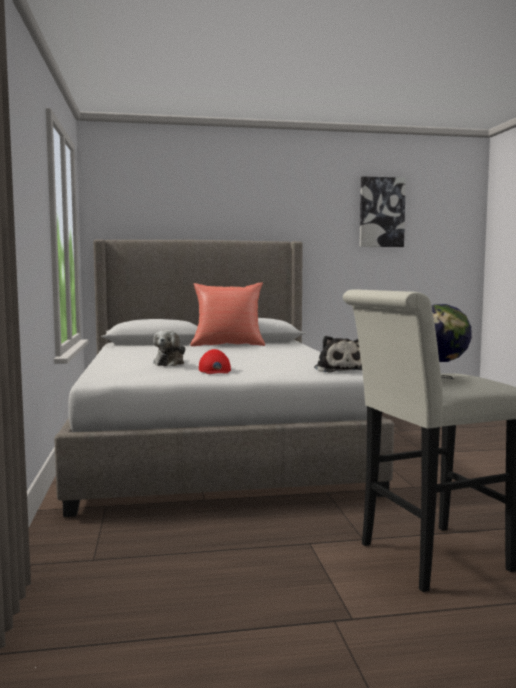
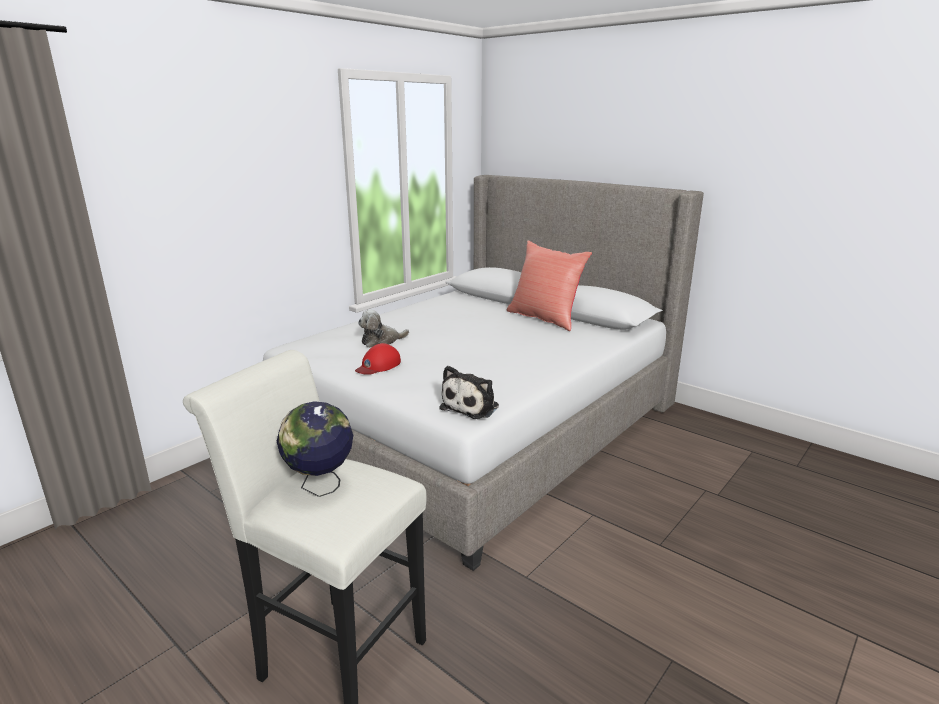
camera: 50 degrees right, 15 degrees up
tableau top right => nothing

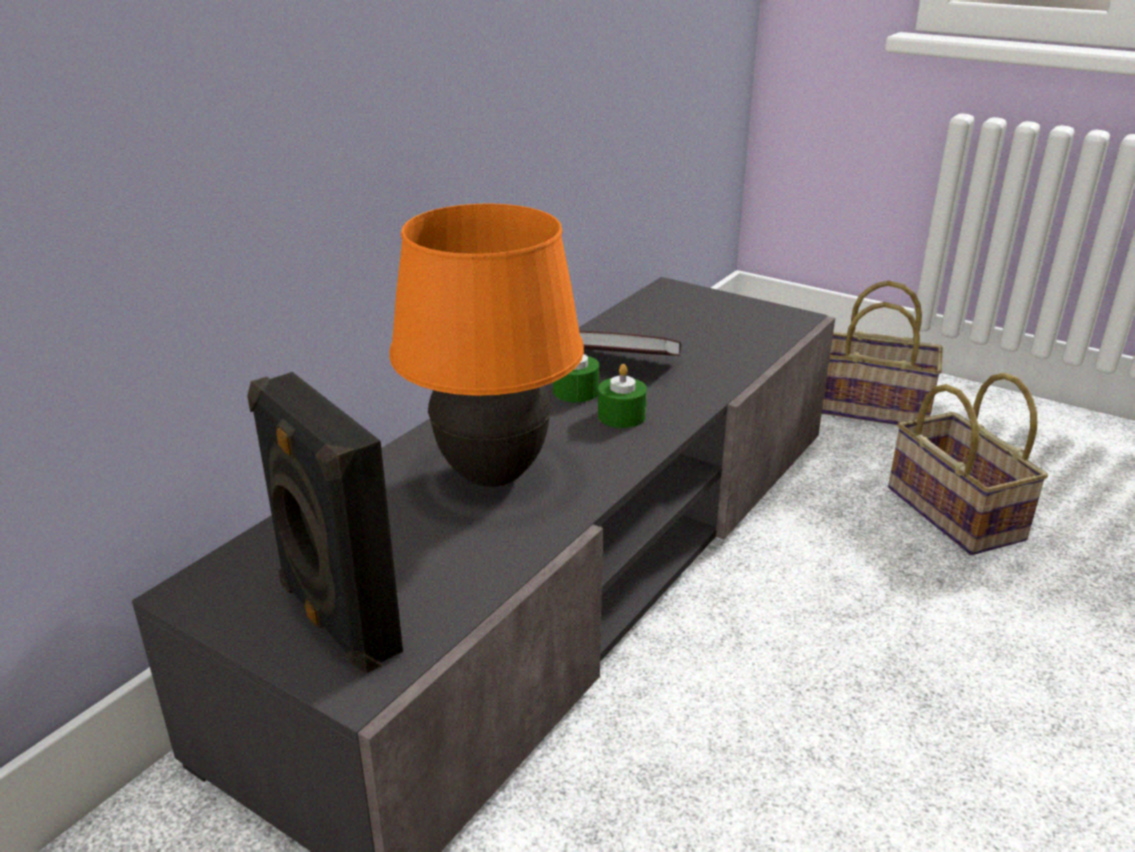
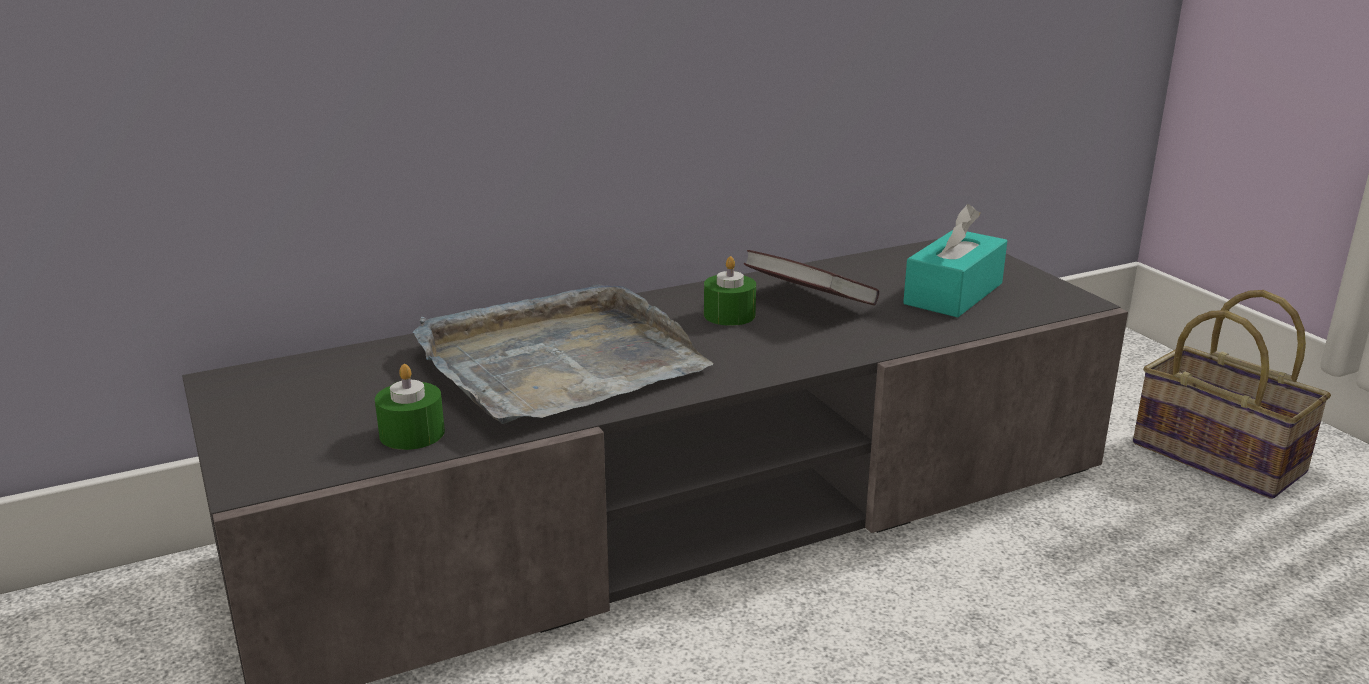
camera: 30 degrees right, 5 degrees down
bougie/vert (no. 2 from left in the first image) centre => bougie/vert (no. 1 from left) middle left, shifted
lampe de table/orange centre => plateau/gris centre
nothing => boîte à mouchoirs/turquoise middle right
enceinte/noir middle left => nothing
panier (no. 2 from left) middle right => nothing

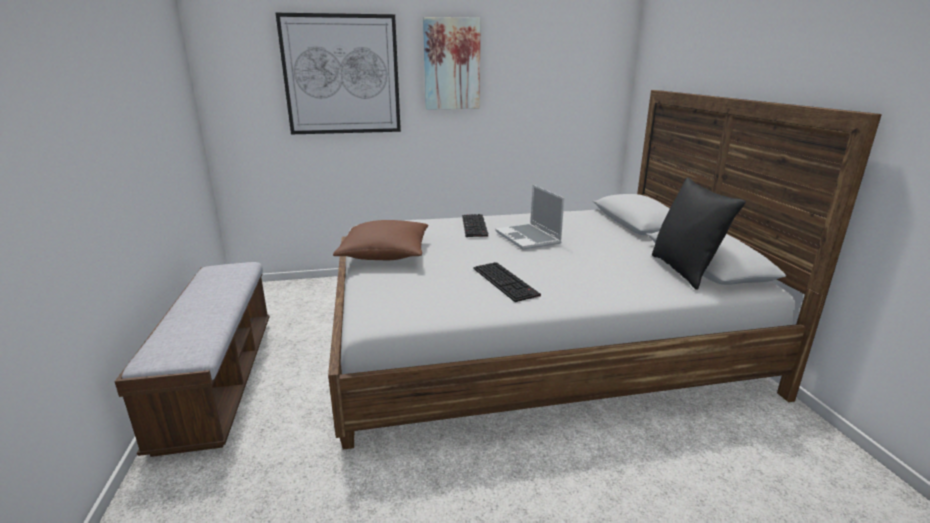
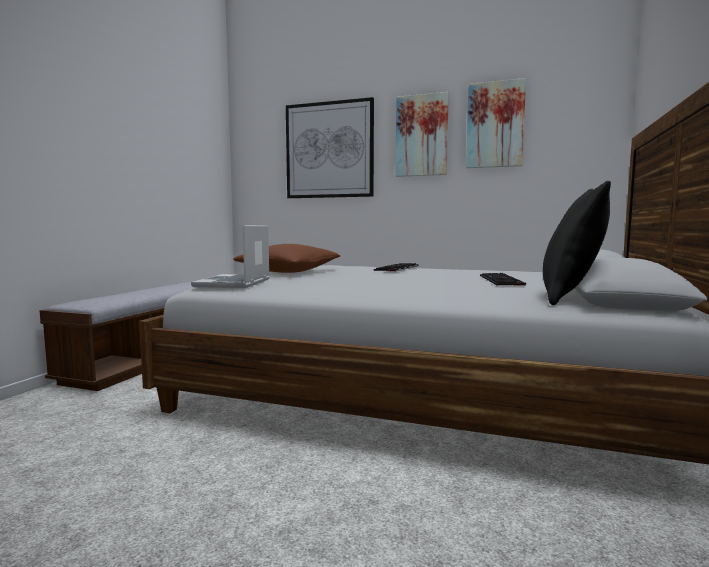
camera: 30 degrees right, 15 degrees down
ordinateur portable centre => ordinateur portable middle left, shifted
nothing => tableau (no. 3 from left) top right
clavier (no. 2 from left) centre => clavier (no. 2 from left) middle right, shifted

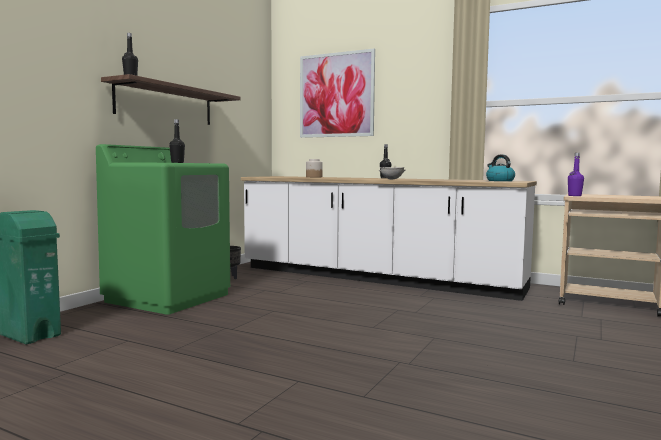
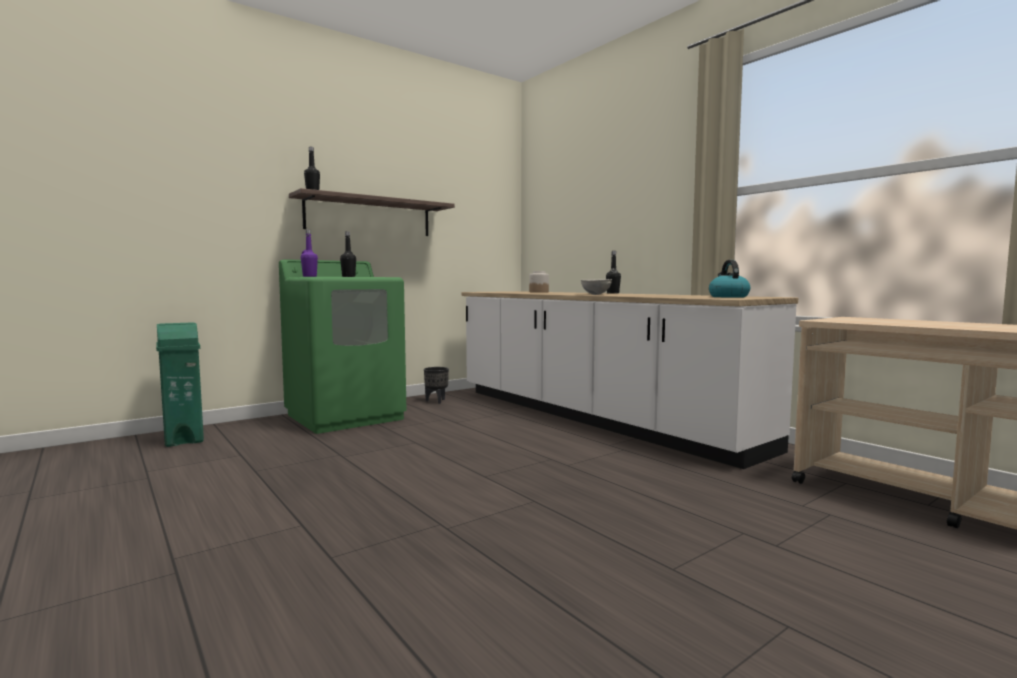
camera: 25 degrees right, 0 degrees up
bouteille/violet middle right => bouteille/violet middle left, shifted
tableau top centre => nothing

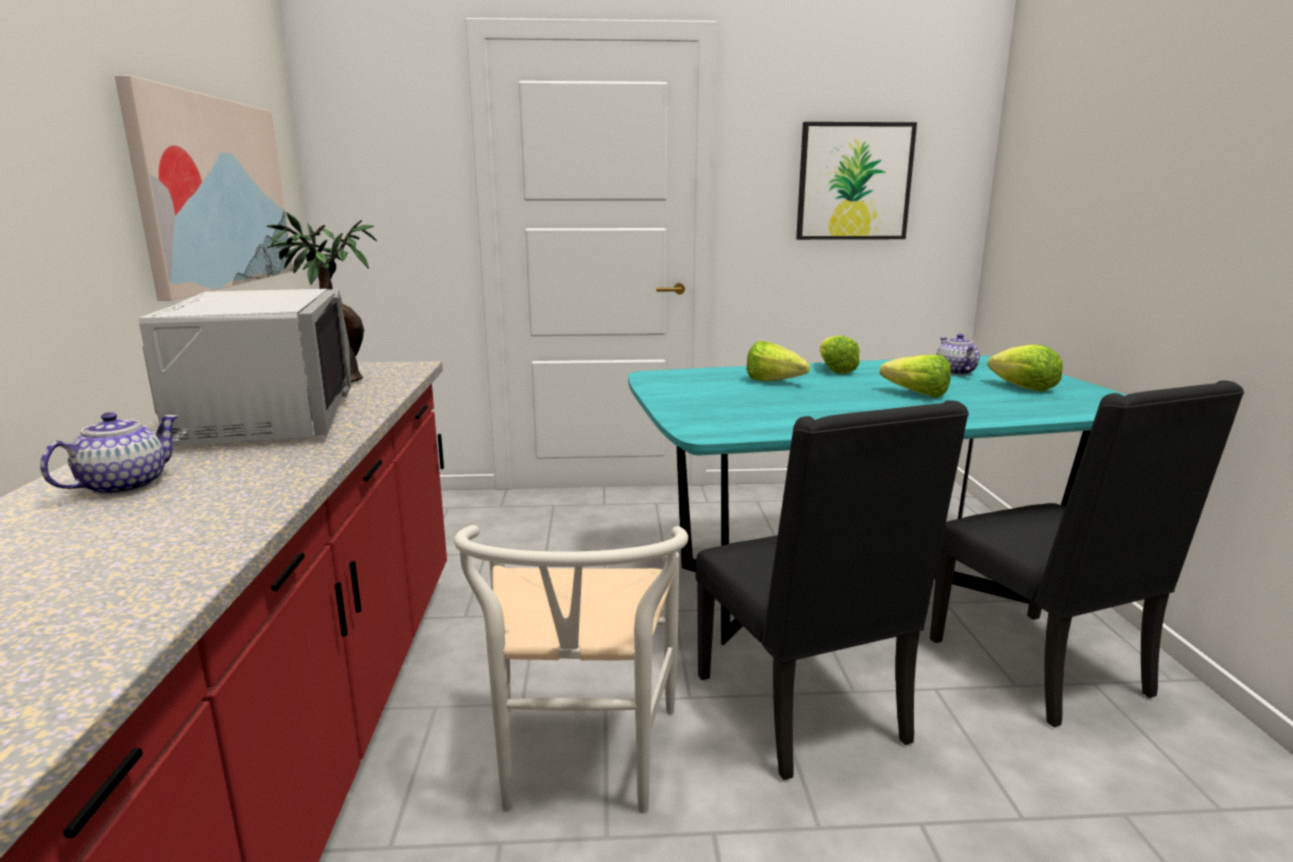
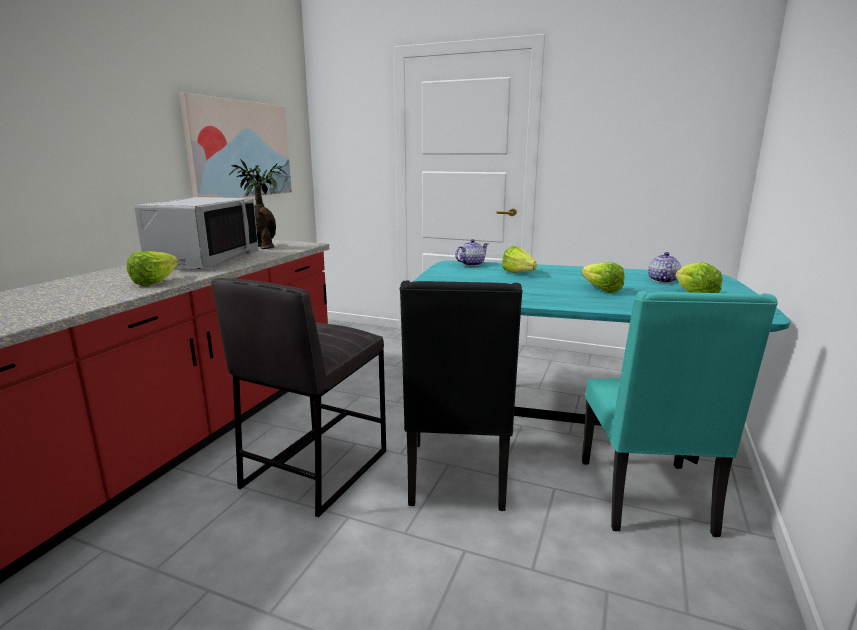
camera: 25 degrees right, 0 degrees up
laitue (no. 2 from left in the first image) centre => laitue (no. 1 from left) middle left, shifted
chaise/blanc bottom centre => tabouret/gris centre
théière (no. 1 from left) middle left => théière (no. 1 from left) centre, shifted
chaise/noir (no. 2 from left) middle right => chaise/turquoise middle right
tableau (no. 2 from left) top centre => nothing

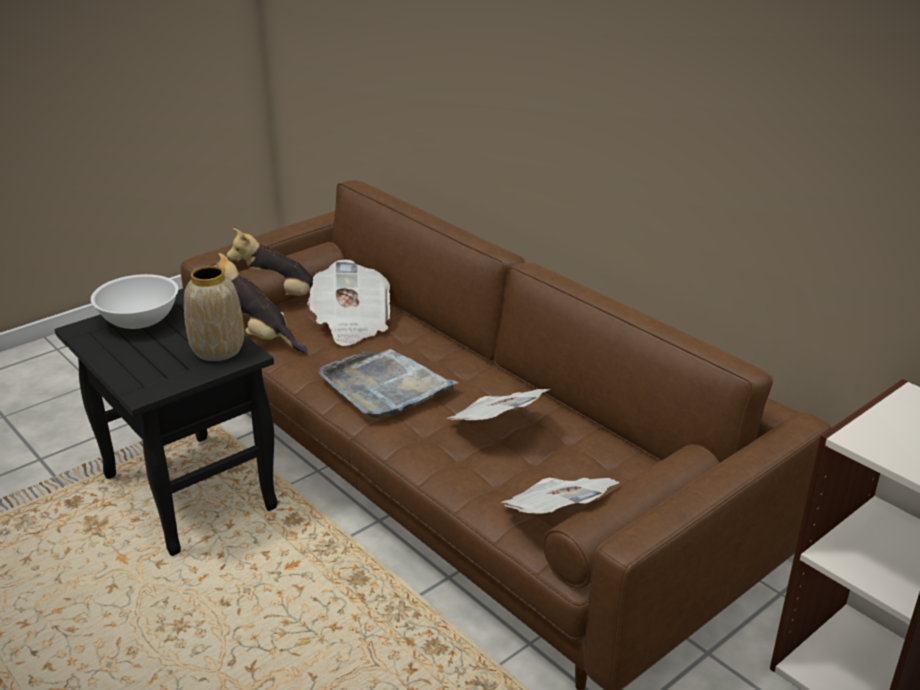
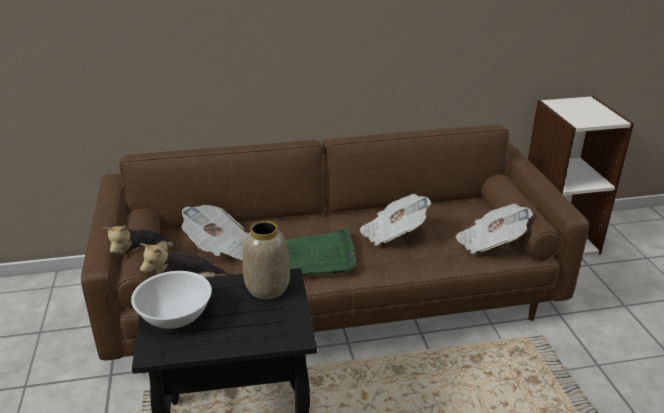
camera: 60 degrees left, 0 degrees up
plateau/gris centre => plateau/vert centre

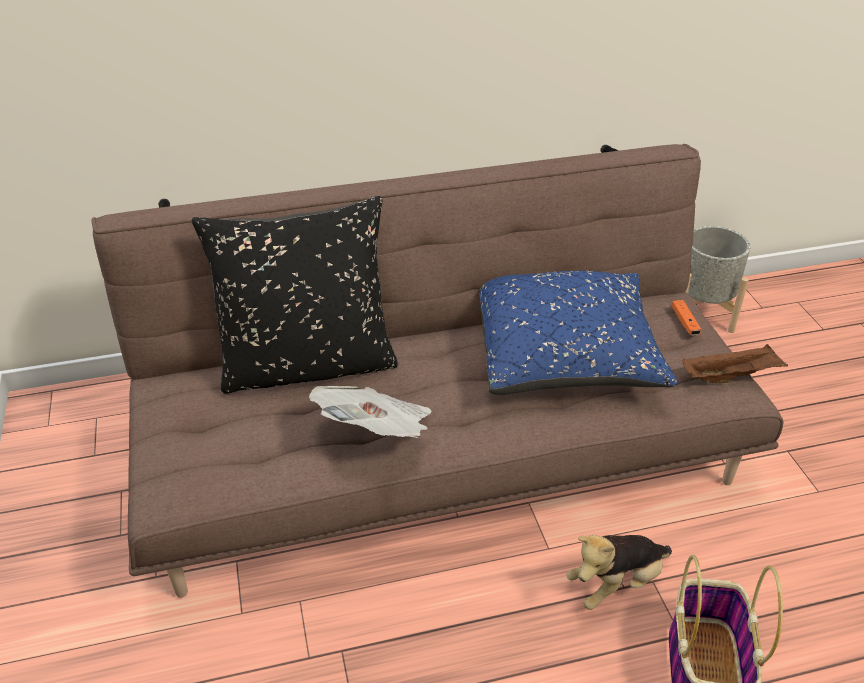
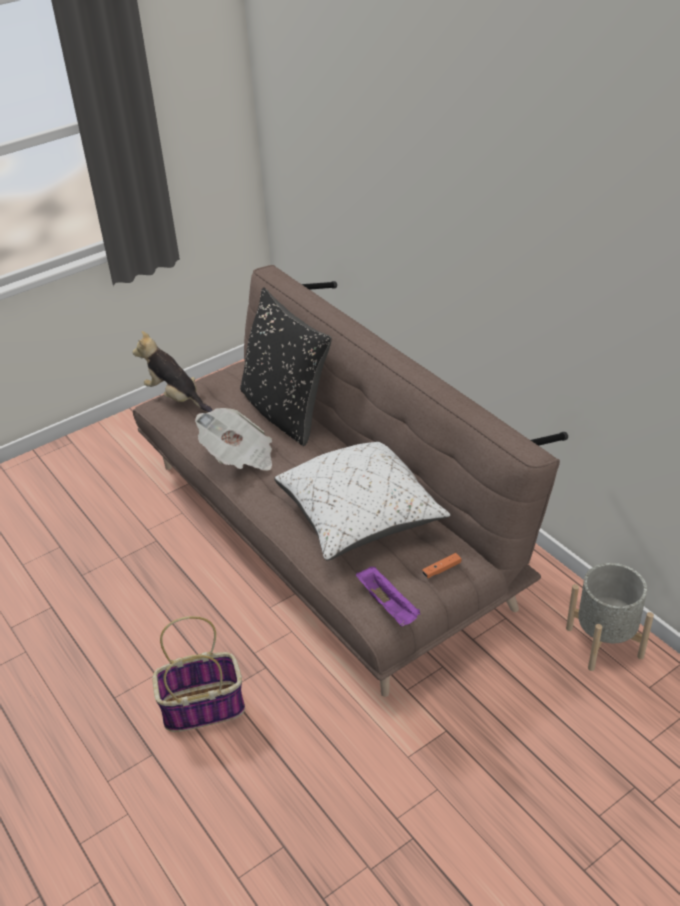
camera: 70 degrees right, 0 degrees up
peluche bottom right => peluche middle left, shifted
coussin/bleu middle right => coussin/blanc centre
plateau/marron middle right => plateau/violet centre

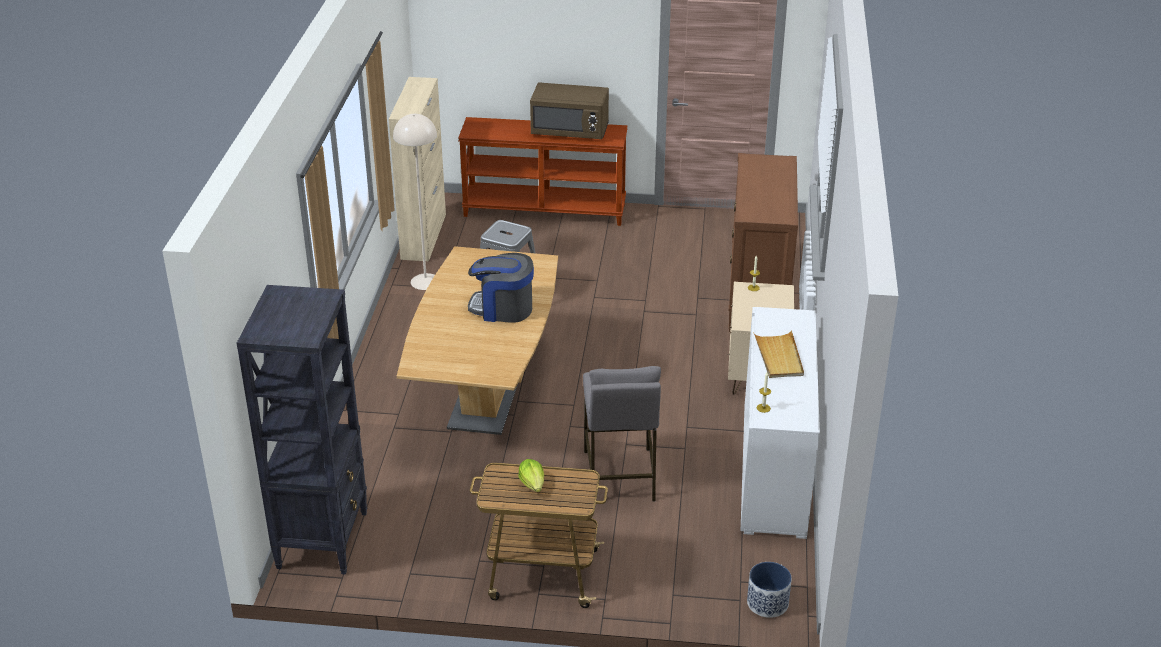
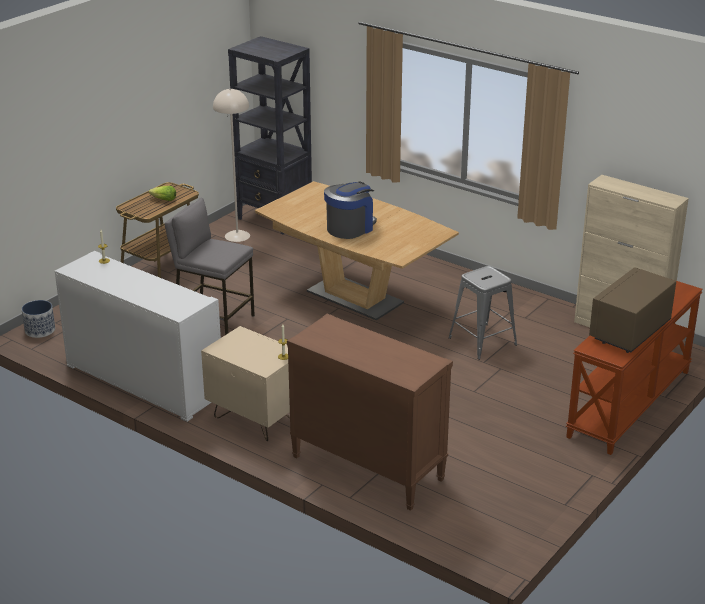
camera: 120 degrees right, 5 degrees down
lampadaire/beige top centre => lampadaire/beige top left, shifted
plateau/beige middle right => nothing

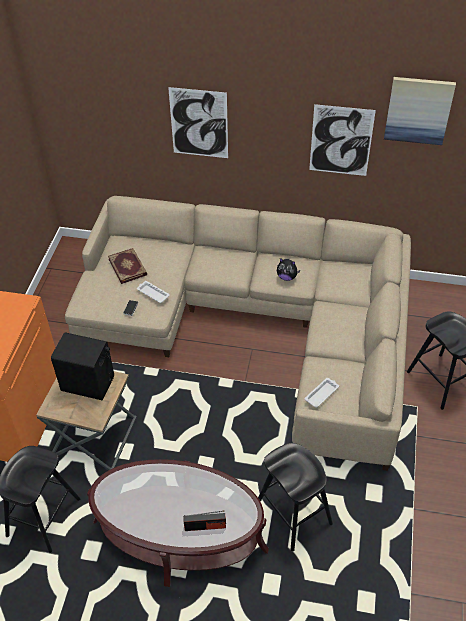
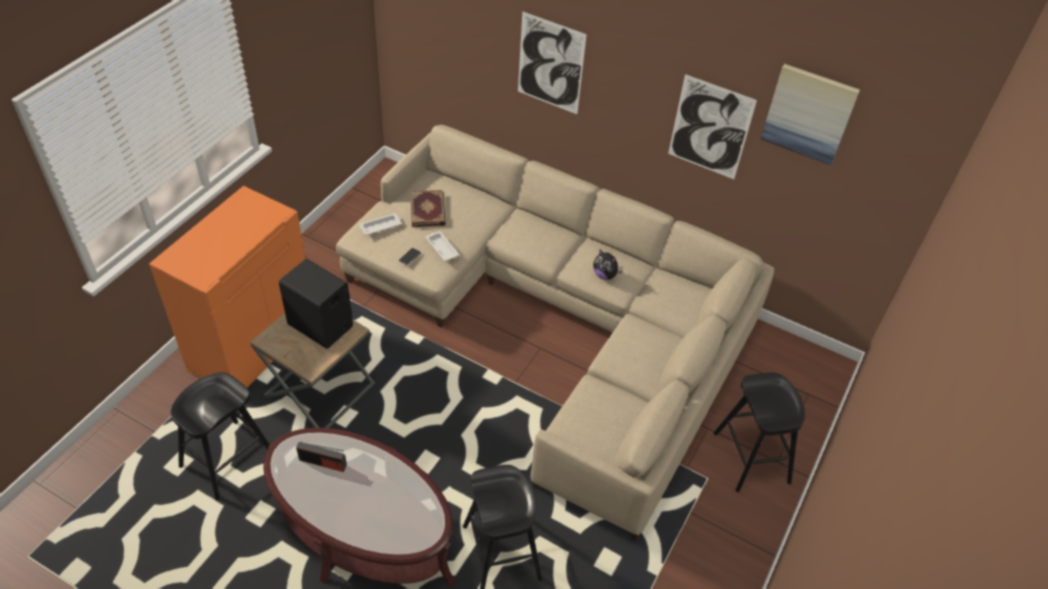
camera: 15 degrees right, 0 degrees up
radio bottom centre => radio bottom left, shifted
plateau/blanc (no. 2 from left in the first image) middle right => plateau/blanc (no. 1 from left) centre, shifted

